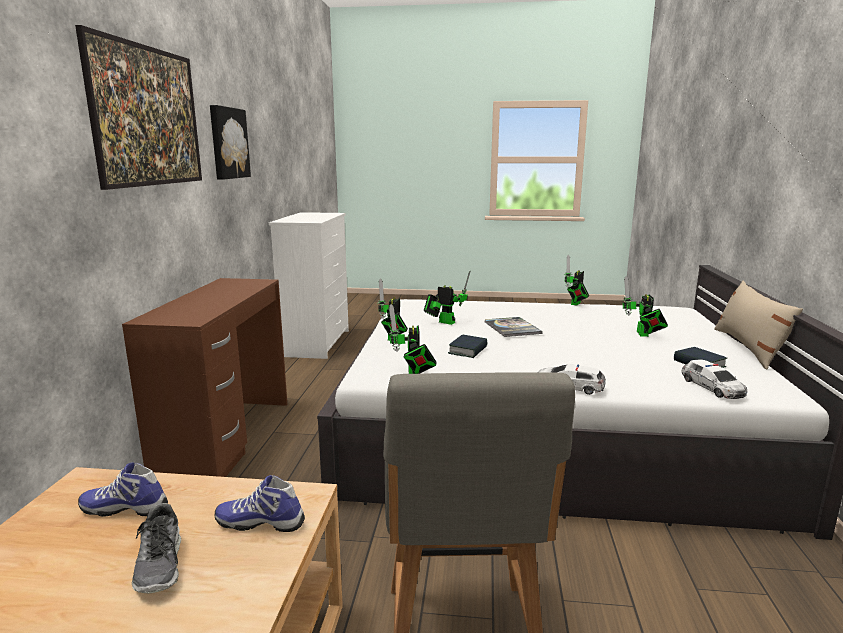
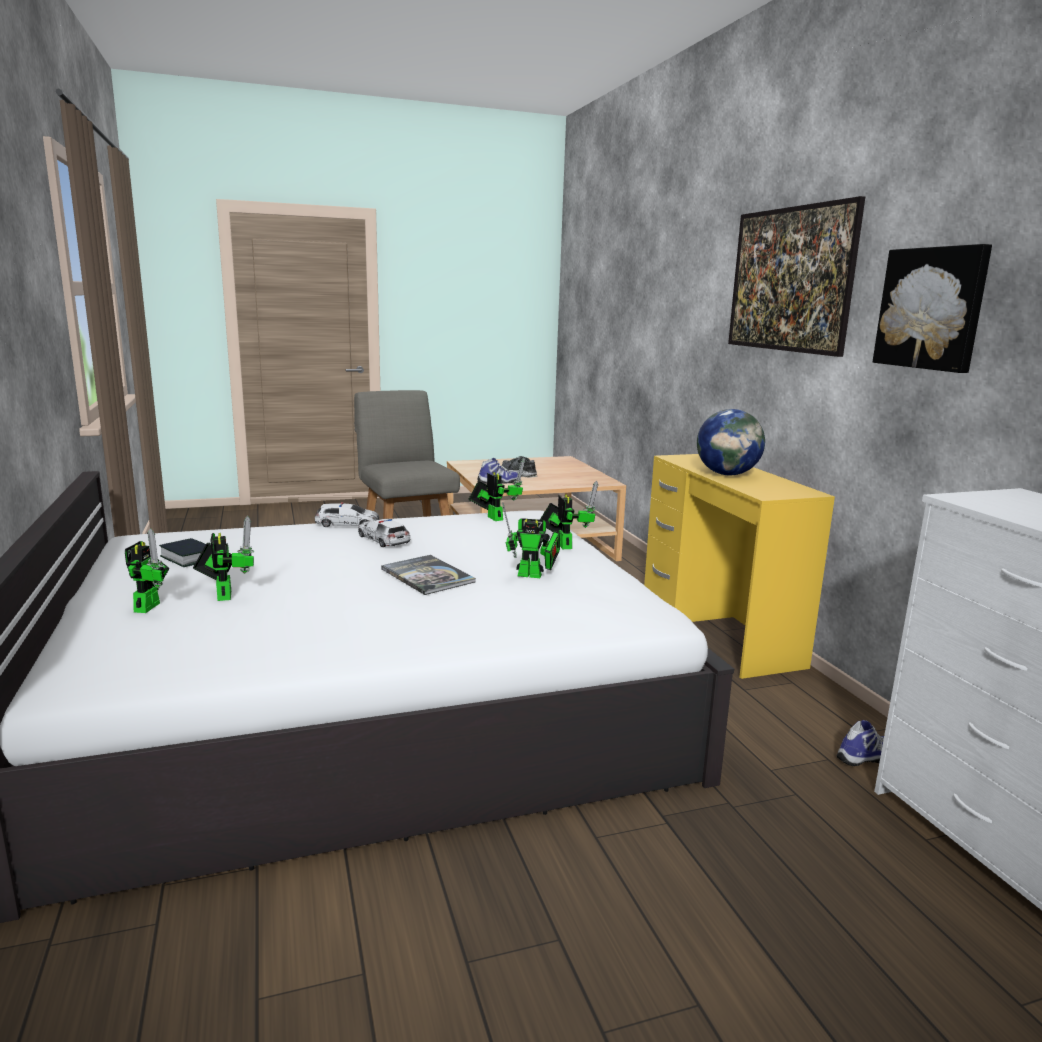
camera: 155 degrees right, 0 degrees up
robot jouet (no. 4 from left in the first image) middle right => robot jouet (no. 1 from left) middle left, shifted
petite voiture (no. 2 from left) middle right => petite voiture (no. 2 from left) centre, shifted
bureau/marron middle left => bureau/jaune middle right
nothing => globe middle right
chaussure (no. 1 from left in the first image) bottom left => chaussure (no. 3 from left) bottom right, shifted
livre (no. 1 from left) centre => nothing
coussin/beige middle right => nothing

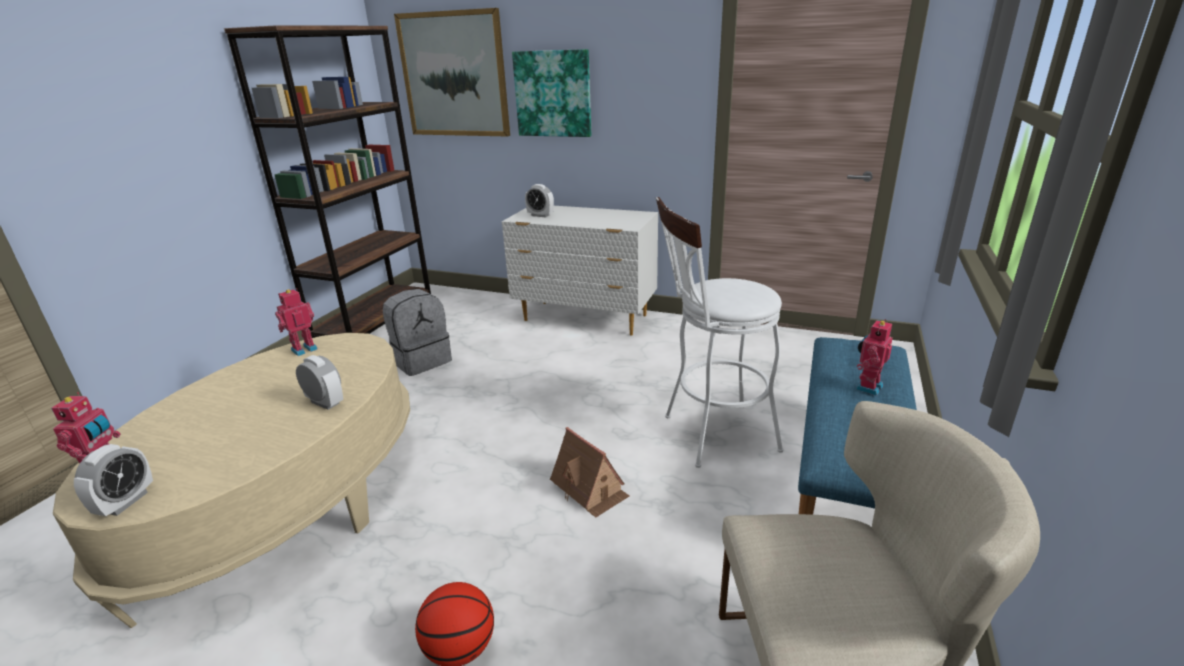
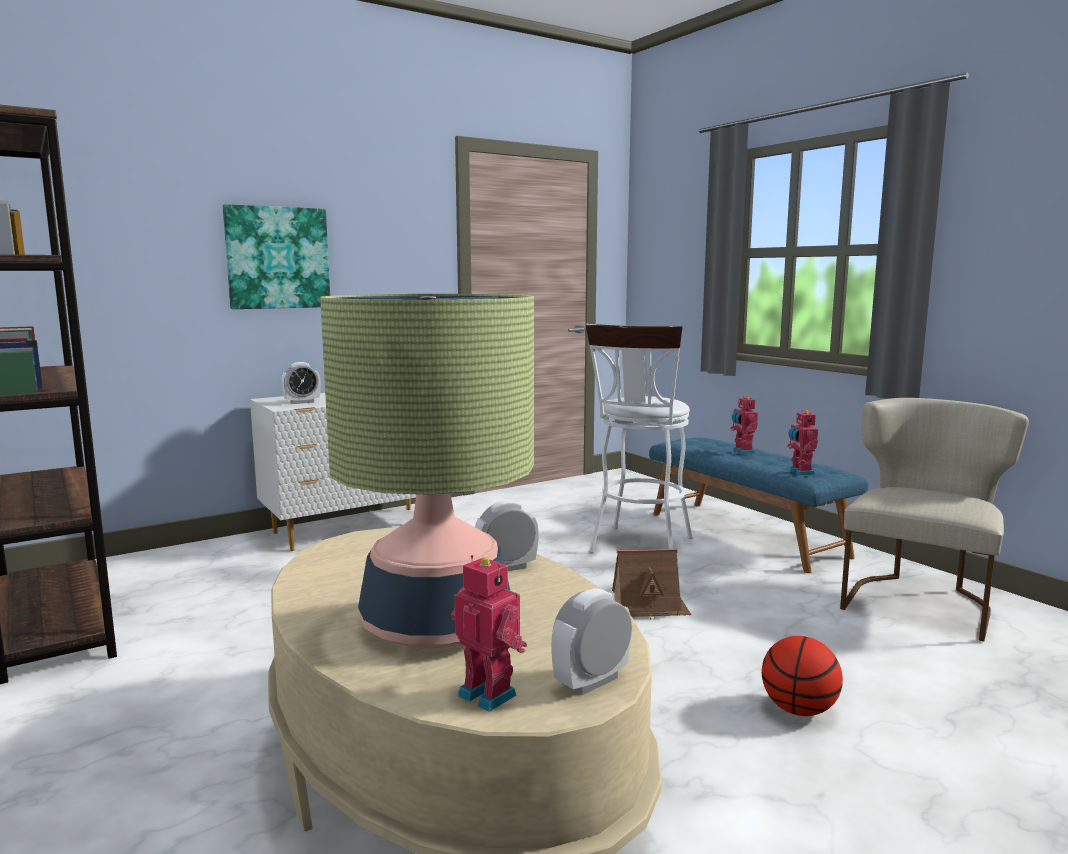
camera: 55 degrees left, 15 degrees down
nothing => lampe de table centre
réveil (no. 1 from left in the first image) bottom left => réveil (no. 3 from left) bottom centre, 90 degrees counterclockwise
robot jouet (no. 2 from left in the first image) middle left => robot jouet (no. 3 from left) middle right, shifted
sac à dos/gris centre => nothing
tableau (no. 1 from left) top centre => nothing

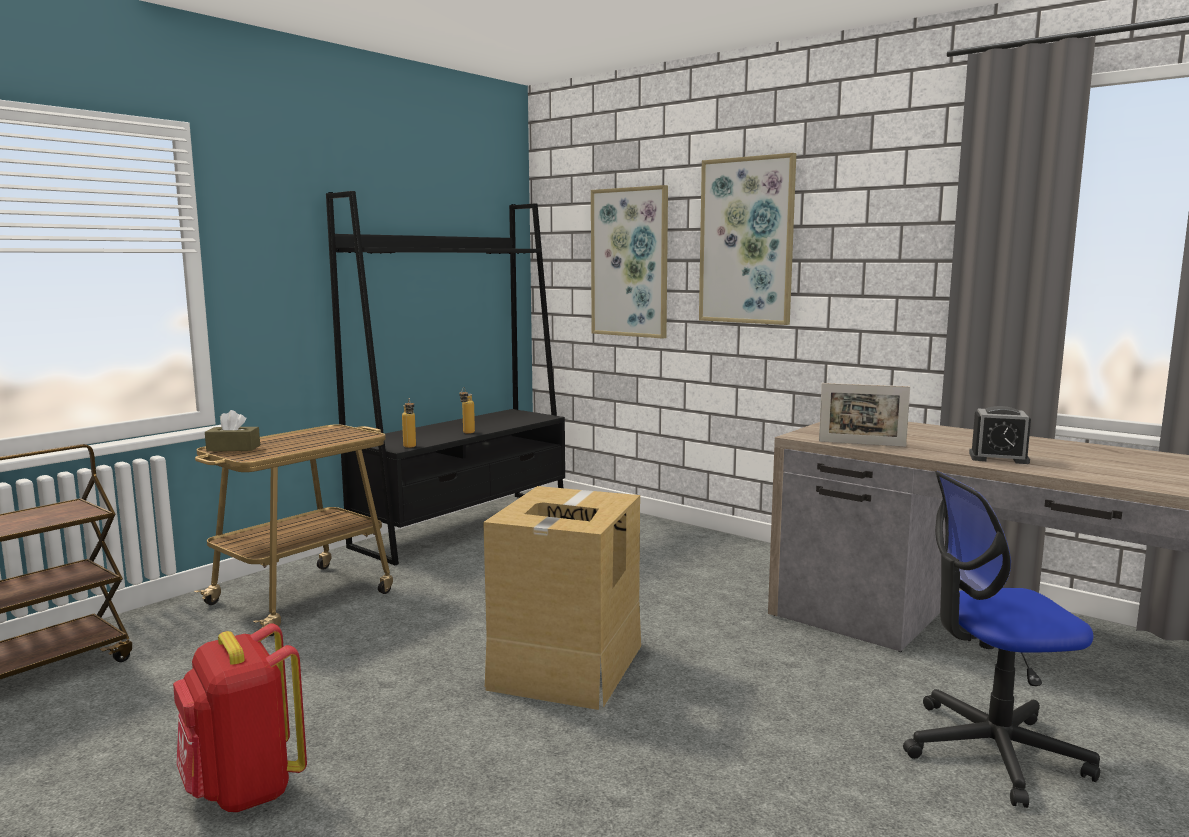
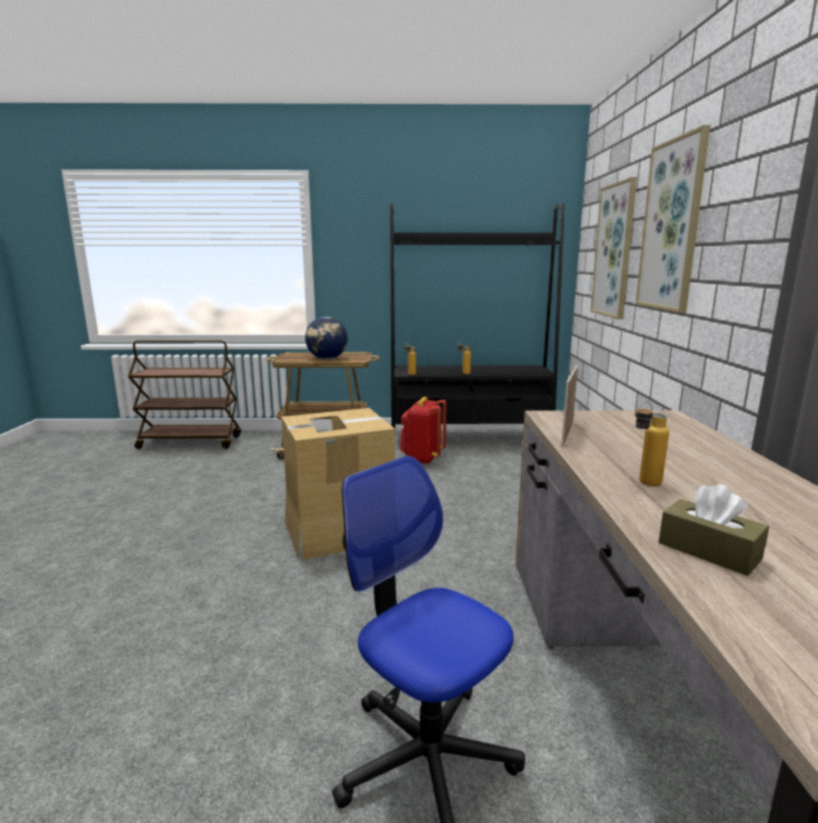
camera: 50 degrees right, 5 degrees up
nothing => globe centre
sac à dos/rouge bottom left => sac à dos/rouge centre, shifted
cadre photo middle right, 45 degrees clockwise
réveil middle right => bouteille (no. 3 from left) middle right
boîte à mouchoirs/marron middle left => boîte à mouchoirs/marron middle right, shifted

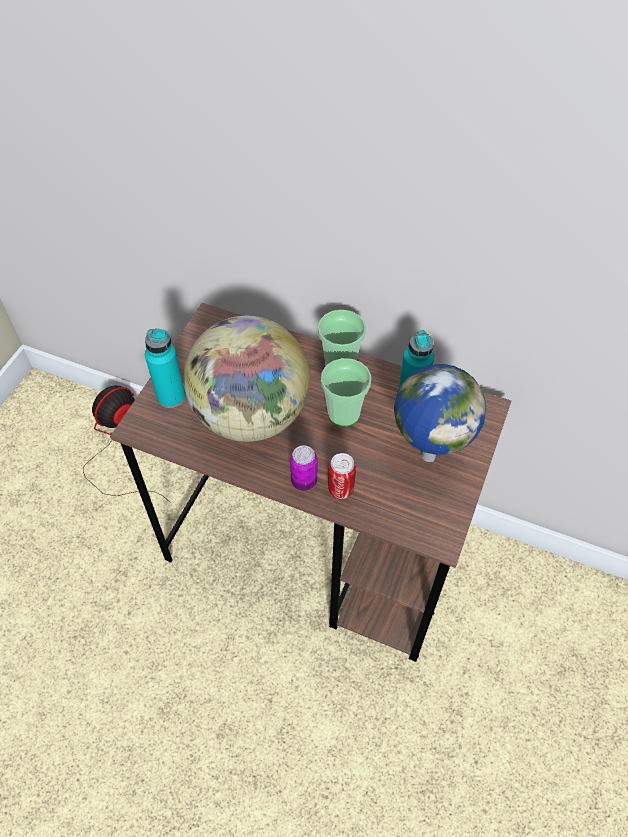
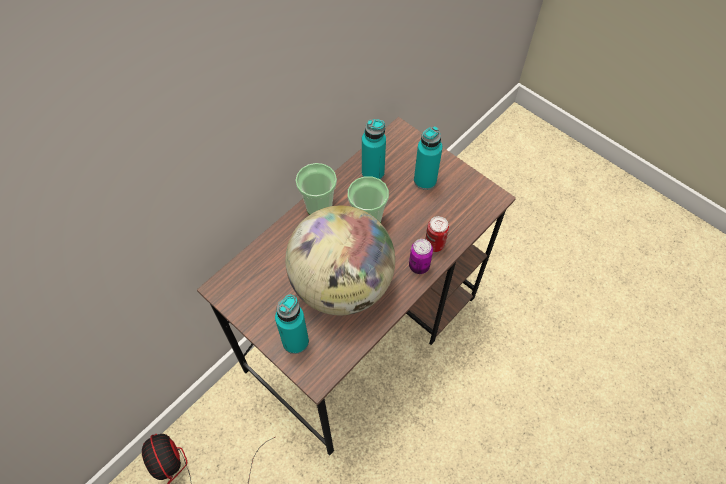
camera: 70 degrees left, 5 degrees up
globe (no. 2 from left) middle right => bouteille/turquoise (no. 3 from left) top centre

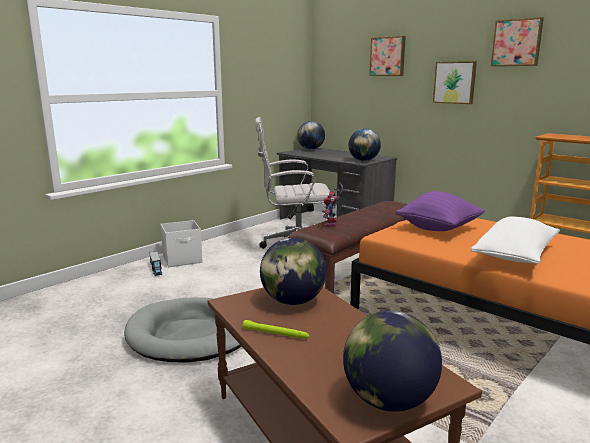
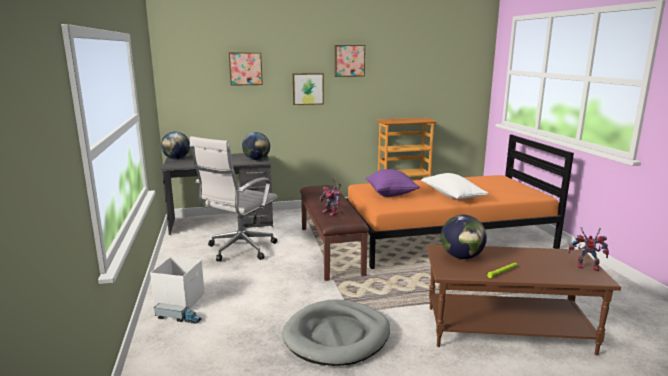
camera: 55 degrees left, 0 degrees up
globe (no. 4 from left) bottom centre => robot jouet (no. 2 from left) middle right

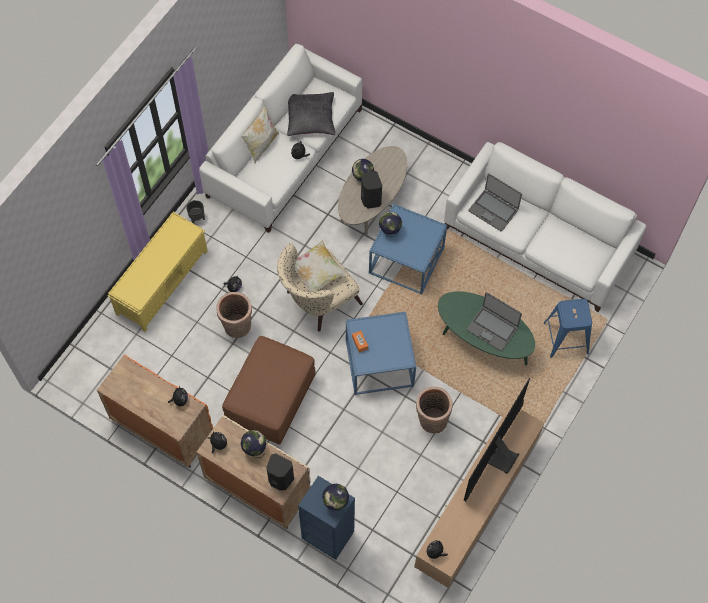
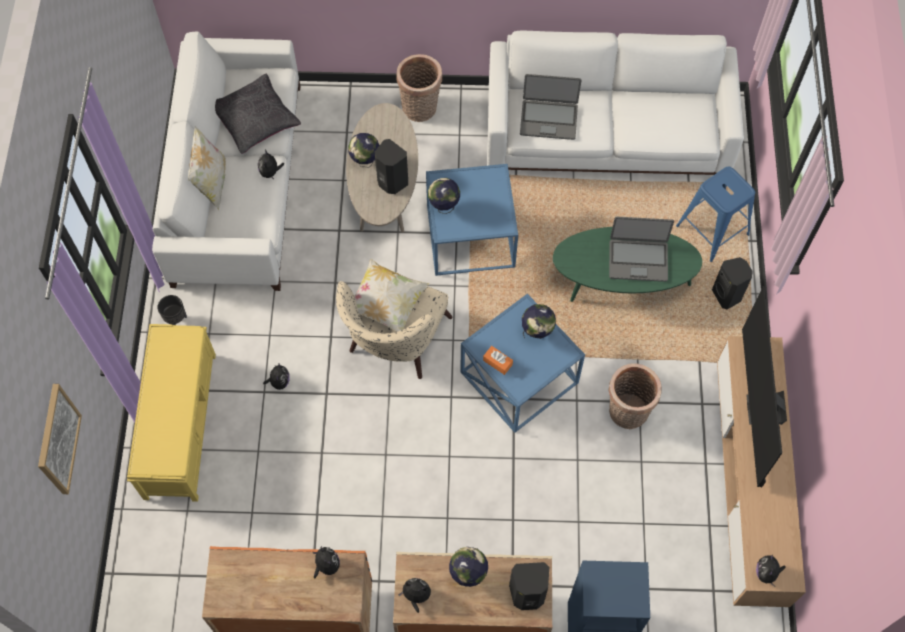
camera: 30 degrees left, 0 degrees up
nothing => tableau bottom left
panier (no. 1 from left) middle left => panier (no. 1 from left) top centre, shifted
globe (no. 2 from left in the first image) bottom centre => globe (no. 4 from left) centre, shifted
nothing => enceinte/noir (no. 3 from left) middle right
pouf/marron centre => nothing

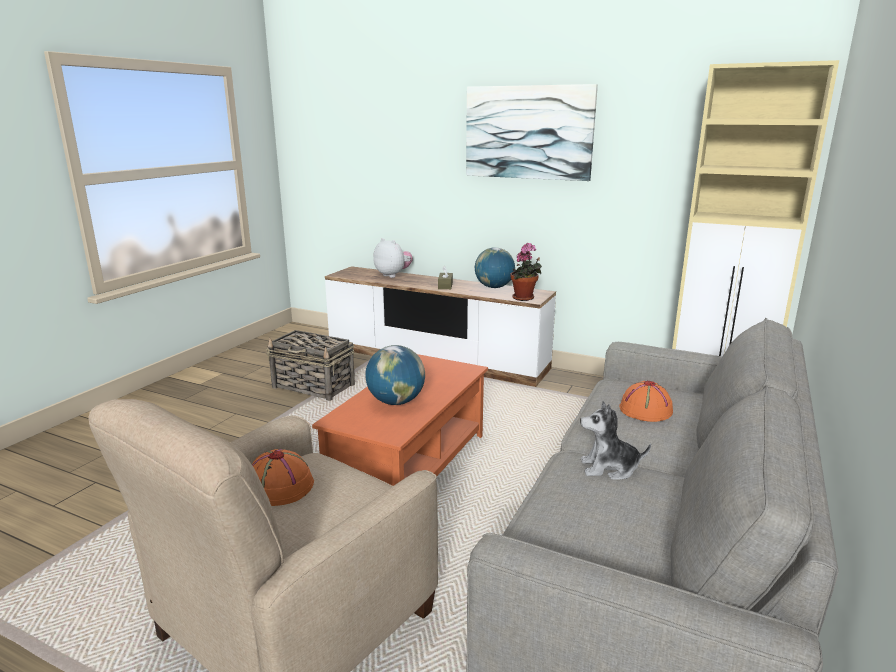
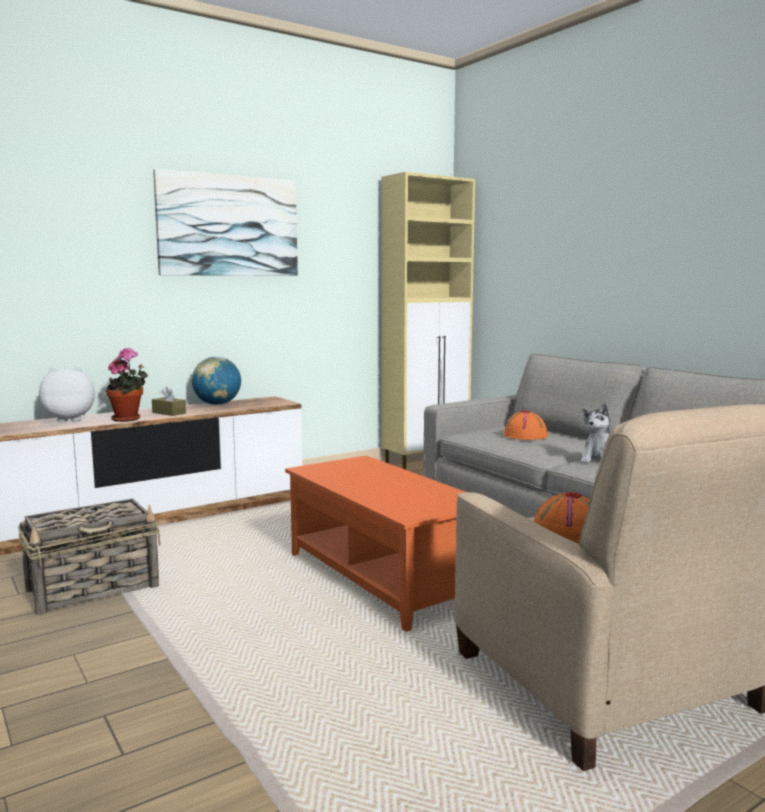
camera: 60 degrees left, 10 degrees down
plante en pot centre => plante en pot middle left, shifted
globe (no. 1 from left) centre => nothing

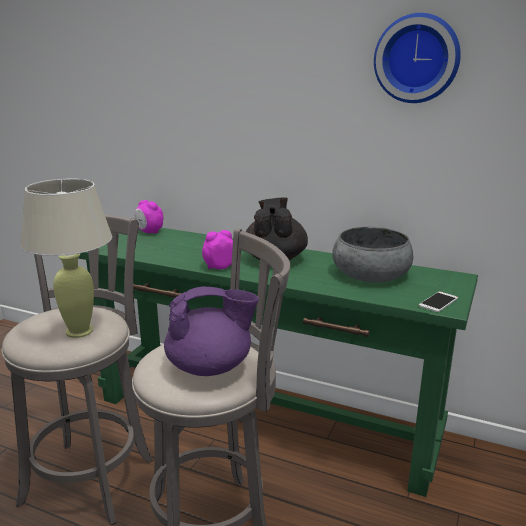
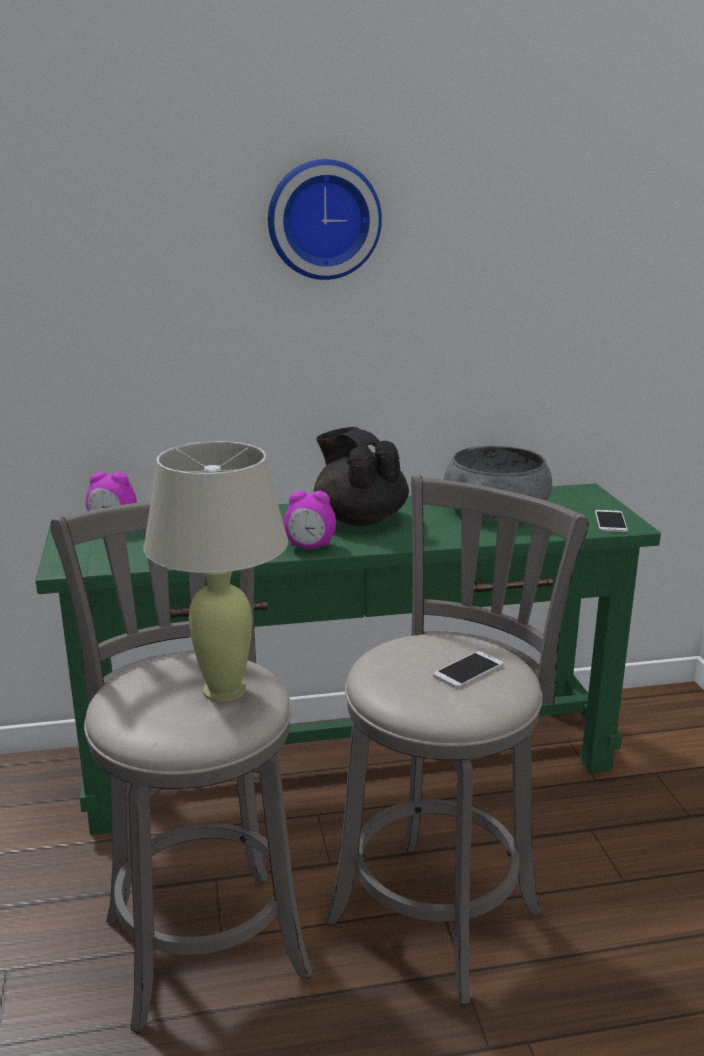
camera: 35 degrees left, 0 degrees up
horloge murale top right => horloge murale top centre, shifted
réveil (no. 2 from left) centre, 120 degrees counterclockwise
théière/violet centre => téléphone (no. 1 from left) centre

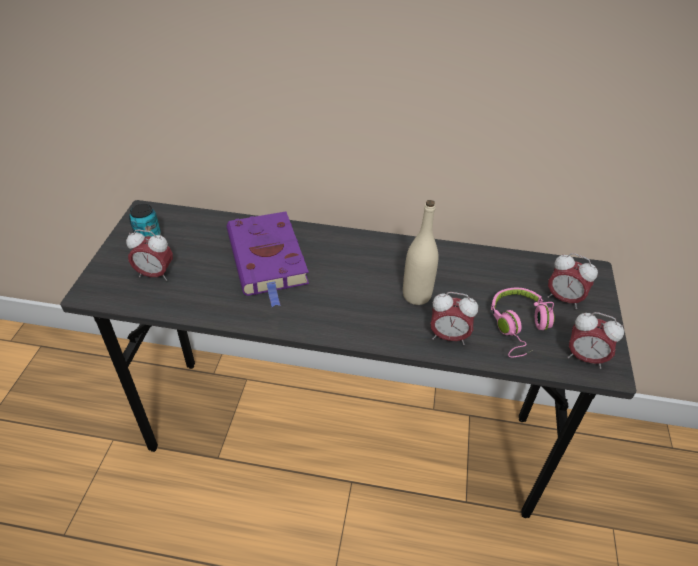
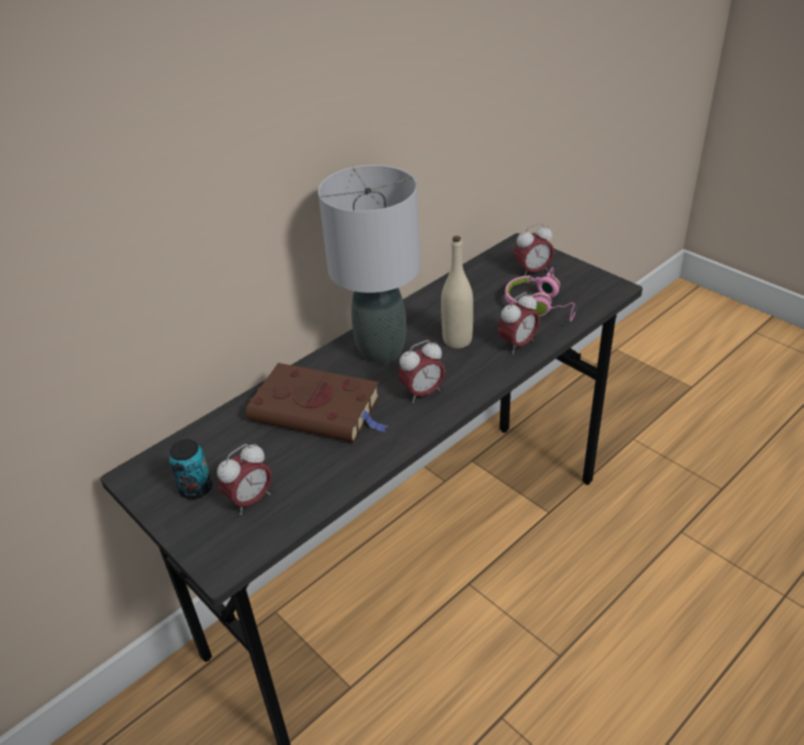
camera: 50 degrees left, 5 degrees down
livre/violet centre => livre/marron centre
nothing => lampe de table/gris centre
réveil (no. 4 from left in the first image) middle right => réveil (no. 2 from left) centre, shifted

